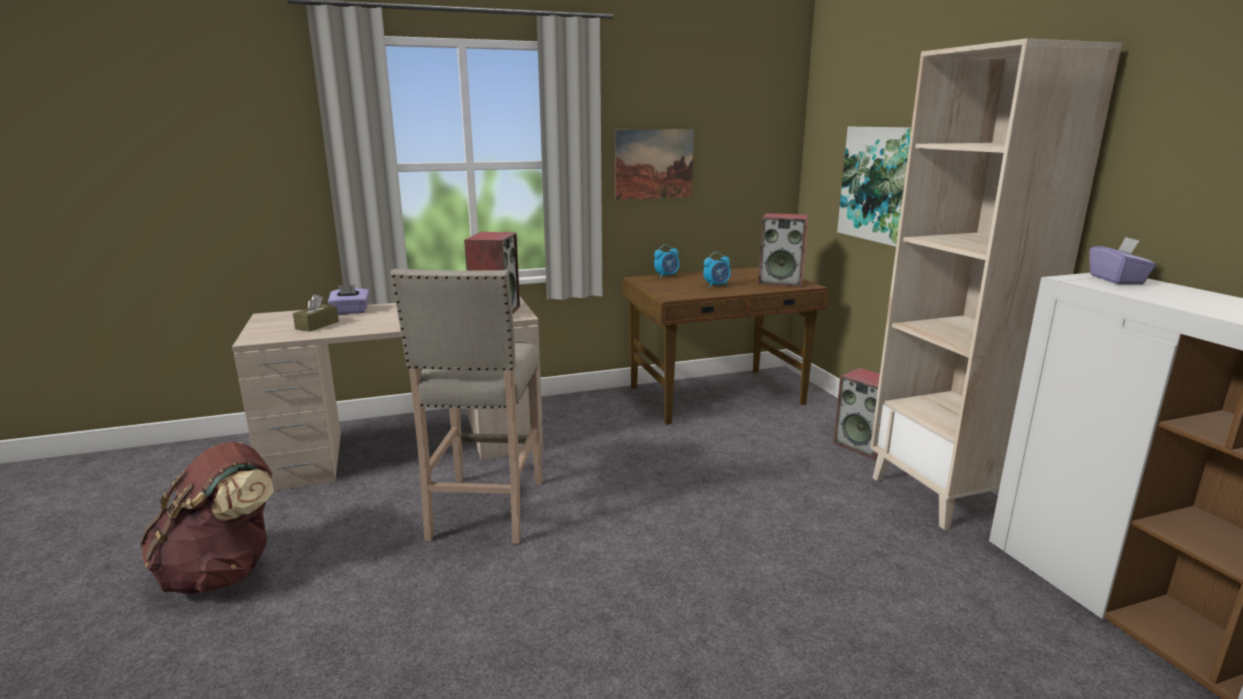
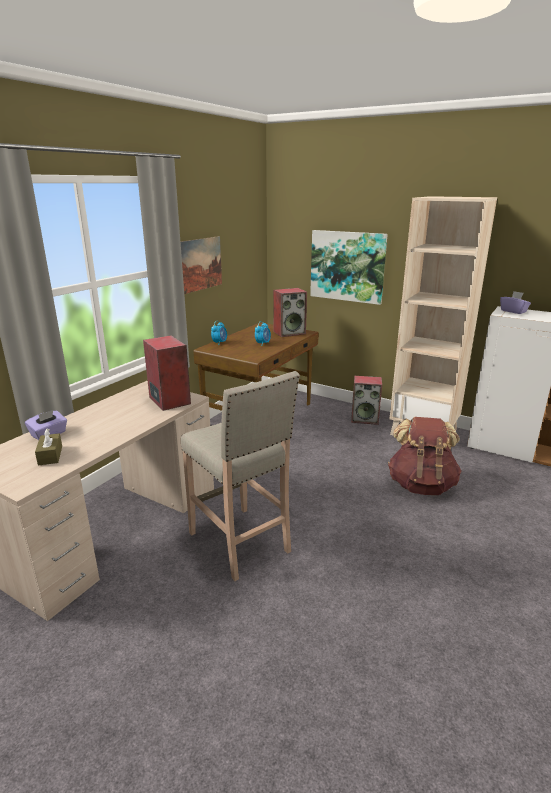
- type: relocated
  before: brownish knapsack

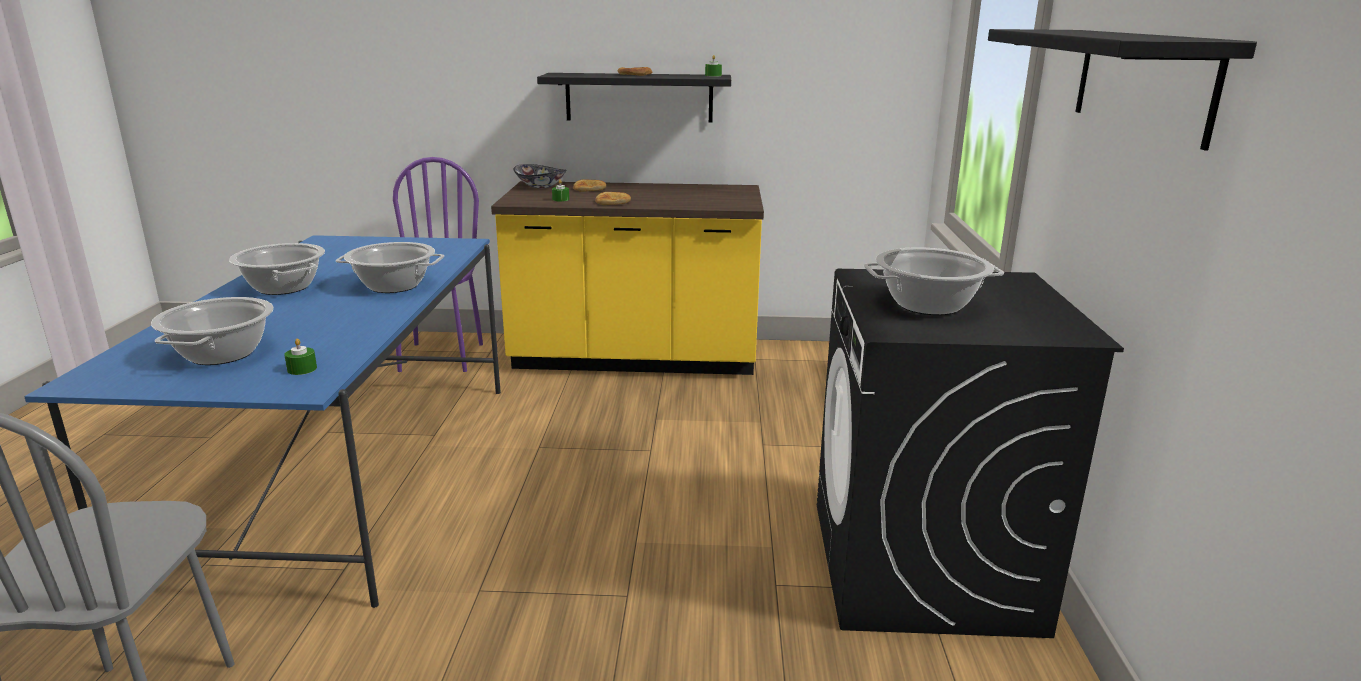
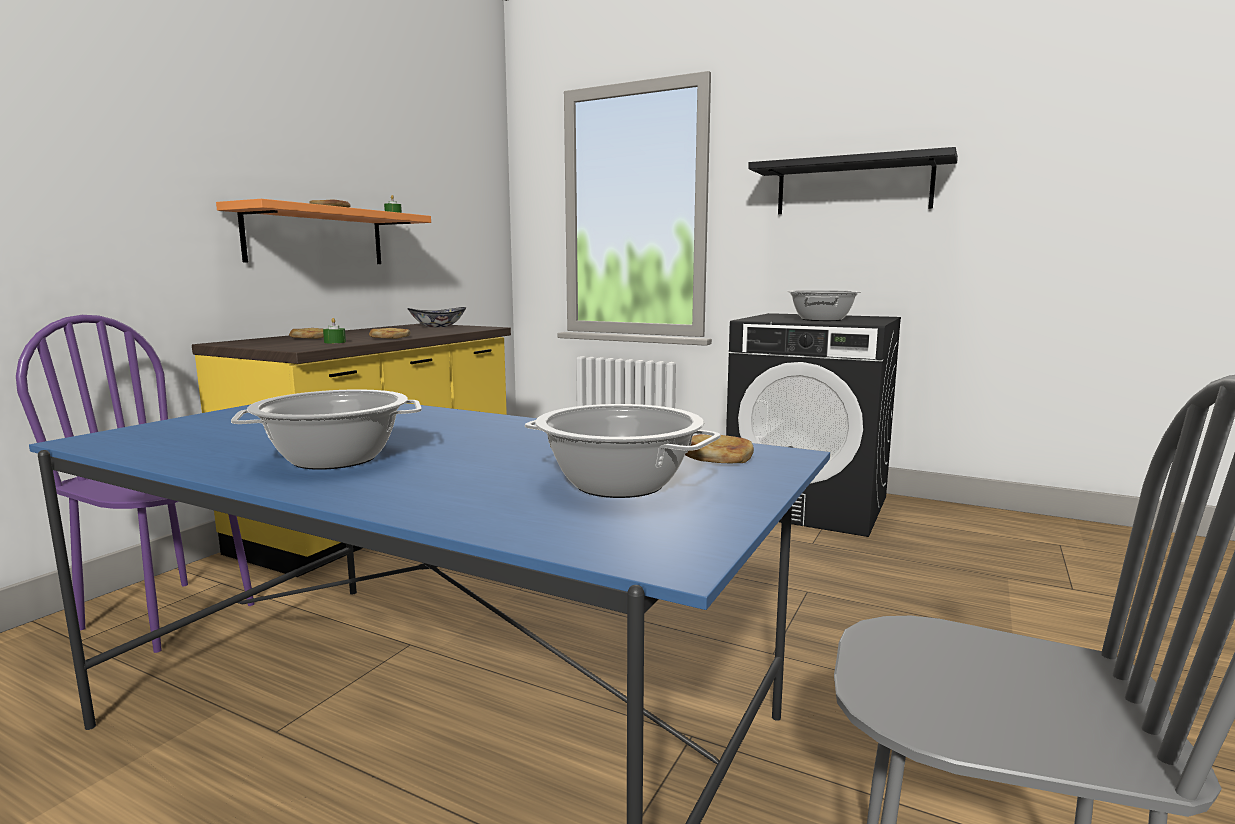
- type: colour
  before: black bracket shelf (no. 1 from left)
  after: orangey bracket shelf
- type: relocated
  before: deep dish
- type: missing
  before: stockpot (no. 3 from left)
- type: exchanged
  before: green-coloured candle (no. 1 from left)
  after: bakery bread (no. 4 from left)

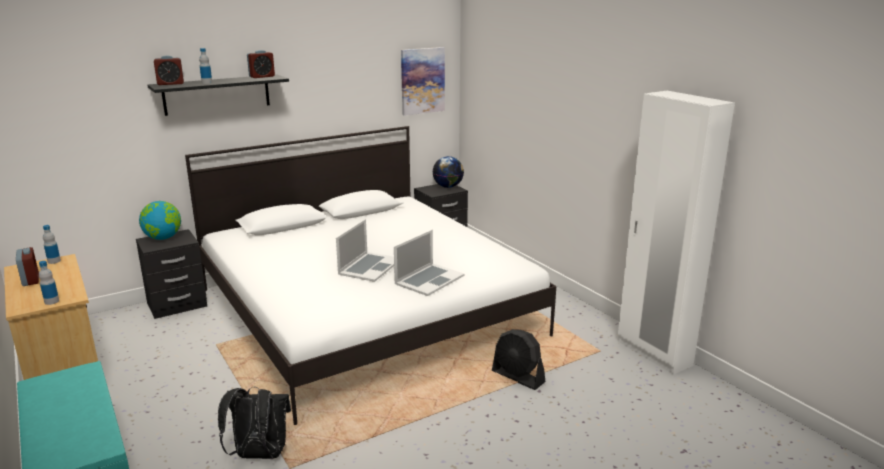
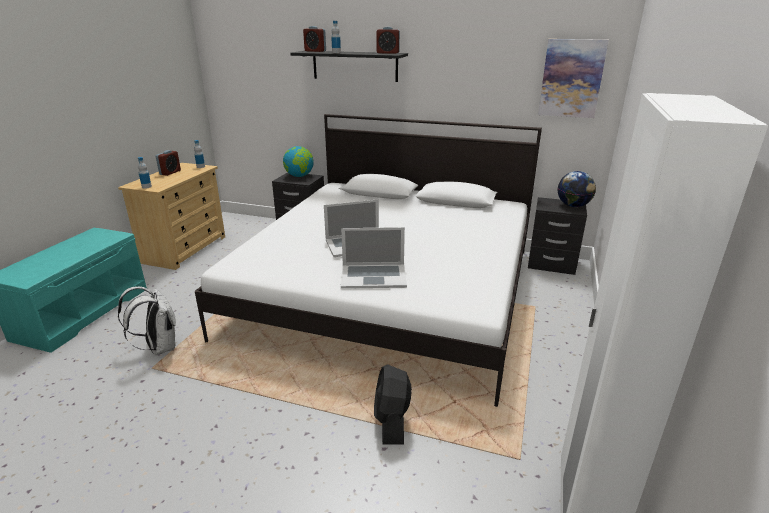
- type: colour
  before: black knapsack
  after: white-coloured knapsack

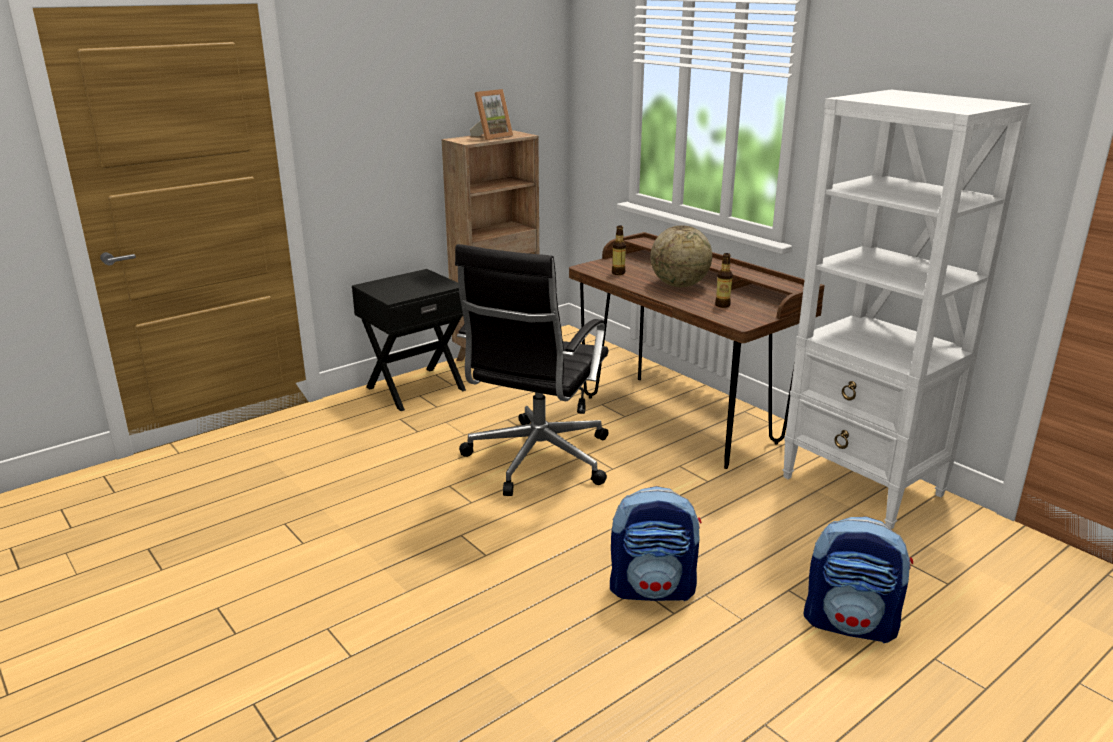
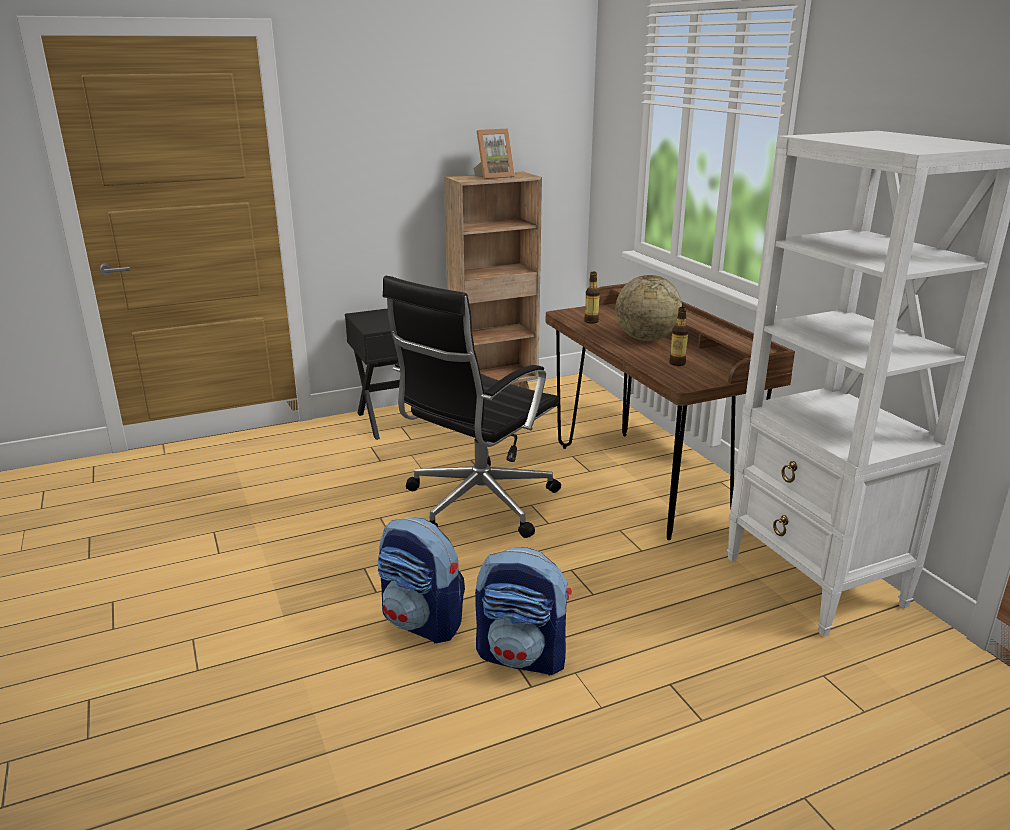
- type: relocated
  before: knapsack (no. 2 from left in the first image)
  after: knapsack (no. 1 from left)

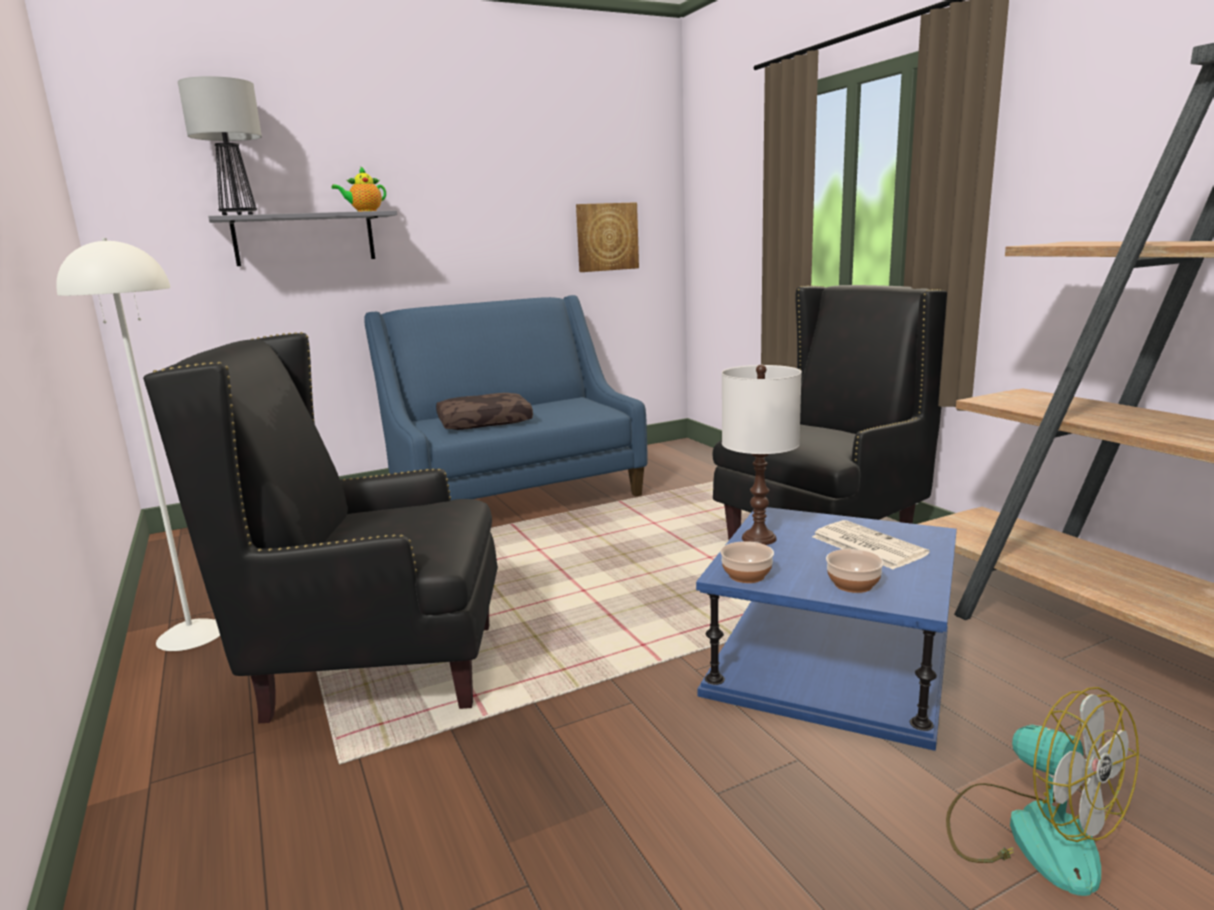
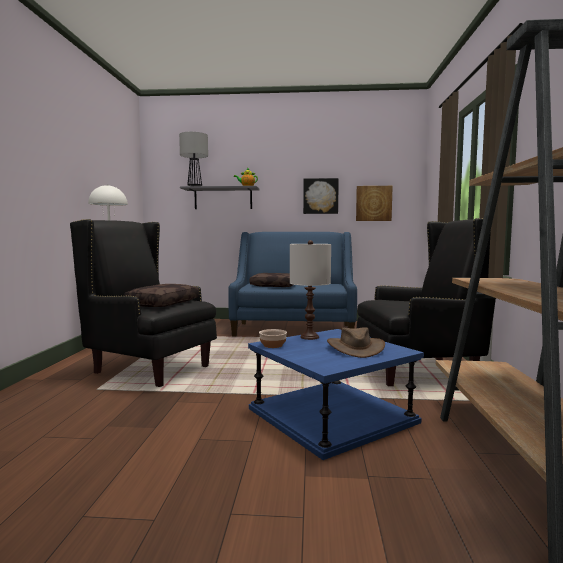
- type: exchanged
  before: newspaper
  after: brownish wearable hat
- type: missing
  before: deep dish (no. 2 from left)
- type: missing
  before: electric fan
- type: appeared
  after: picture (no. 1 from left)
- type: appeared
  after: brownish pillow (no. 1 from left)

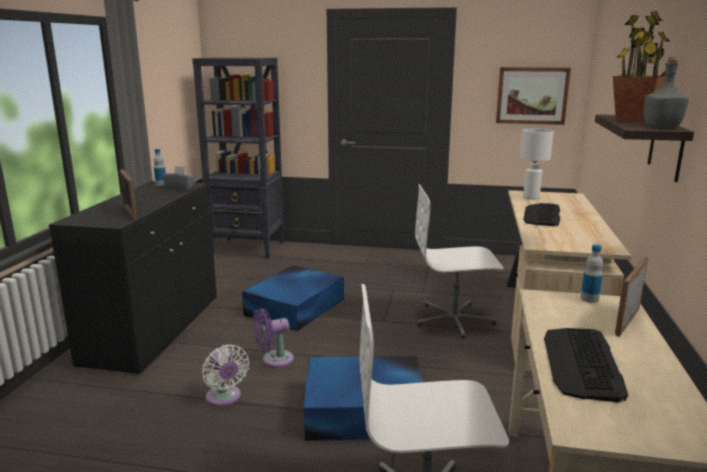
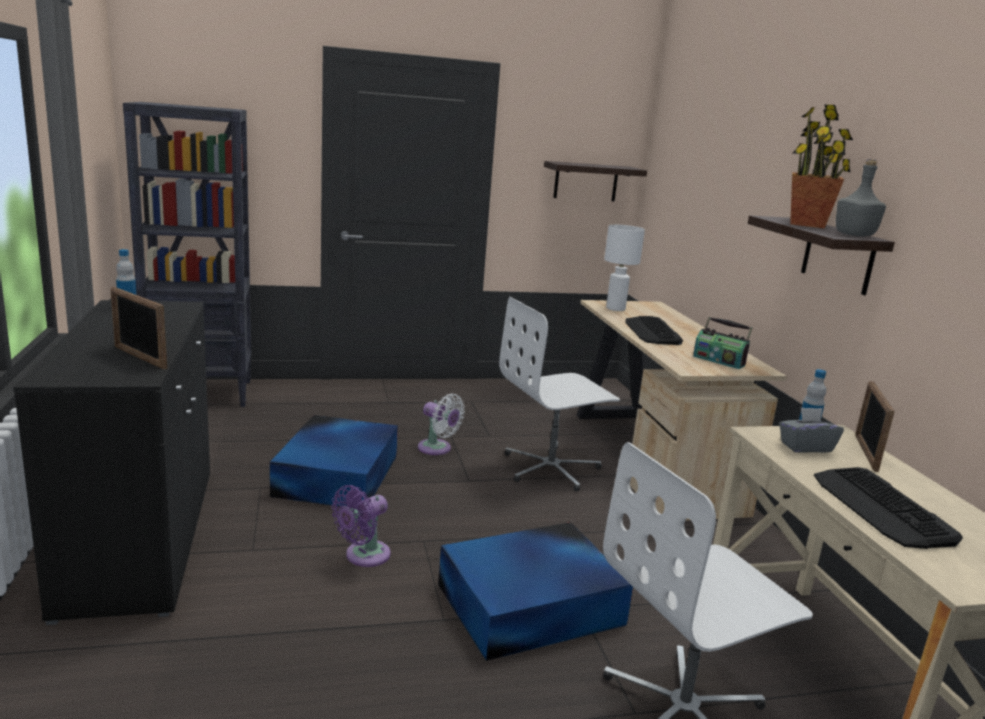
- type: exchanged
  before: picture
  after: bracket shelf (no. 1 from left)
- type: relocated
  before: gray tissue box
- type: relocated
  before: white-coloured electric fan
- type: appeared
  after: radio

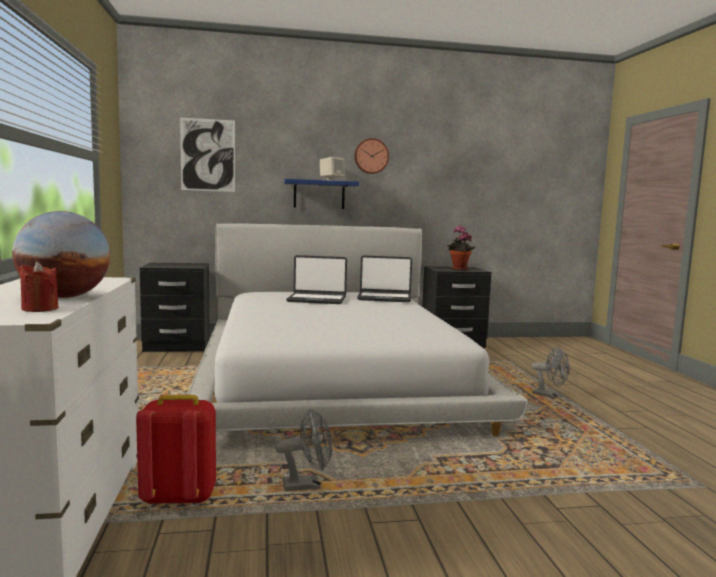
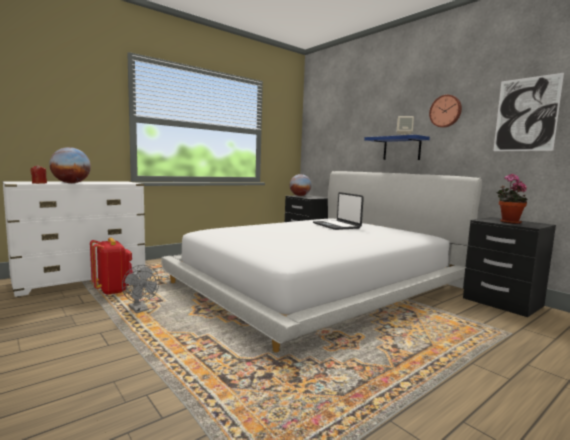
- type: relocated
  before: picture
- type: missing
  before: laptop (no. 2 from left)
- type: missing
  before: gray electric fan (no. 2 from left)
- type: appeared
  after: desk globe (no. 2 from left)

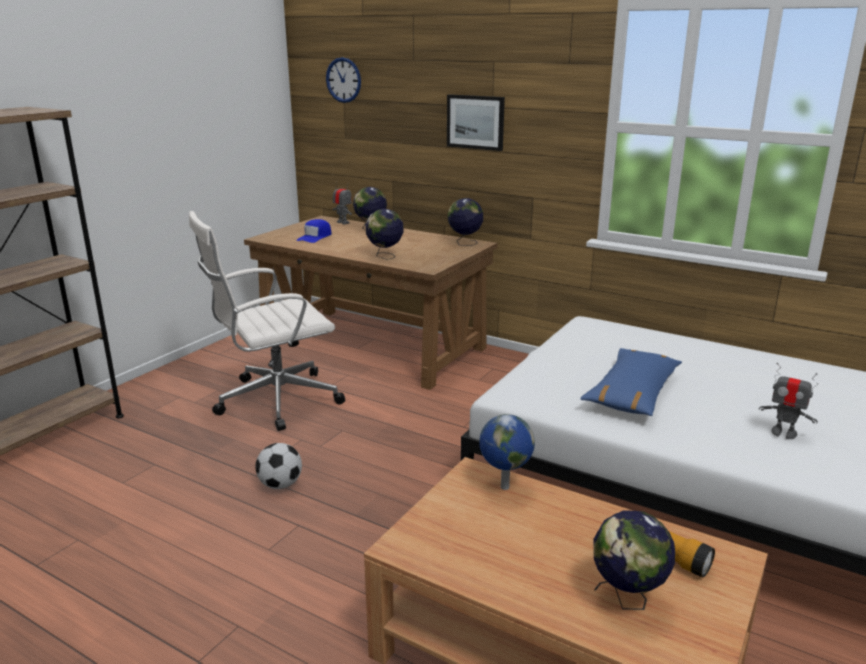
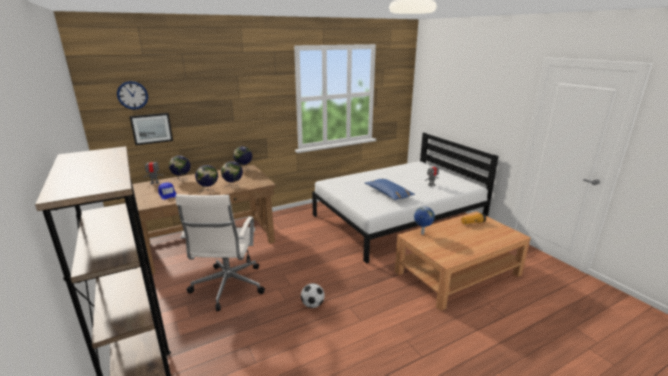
- type: relocated
  before: picture
- type: relocated
  before: desk globe (no. 5 from left in the first image)
  after: desk globe (no. 2 from left)

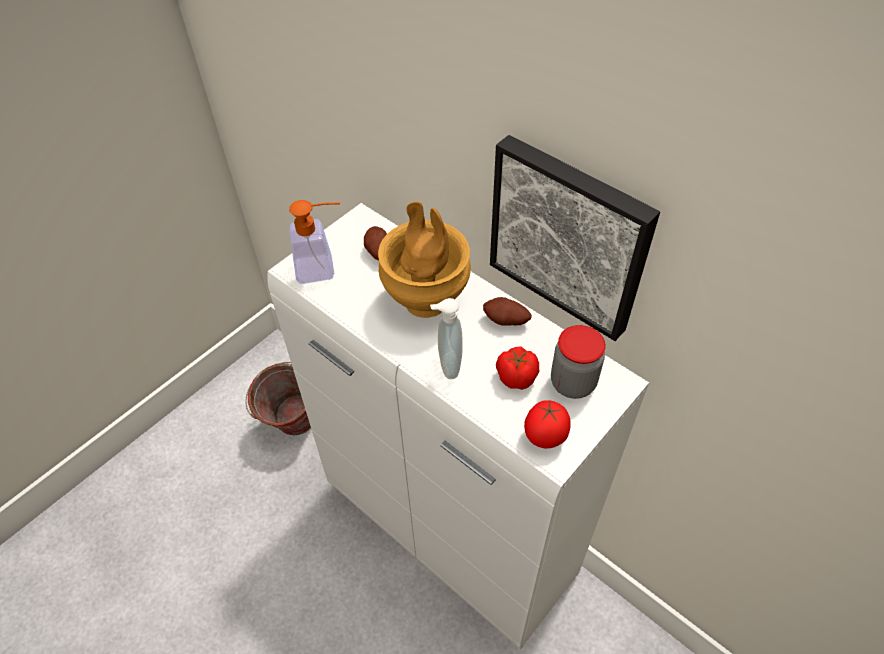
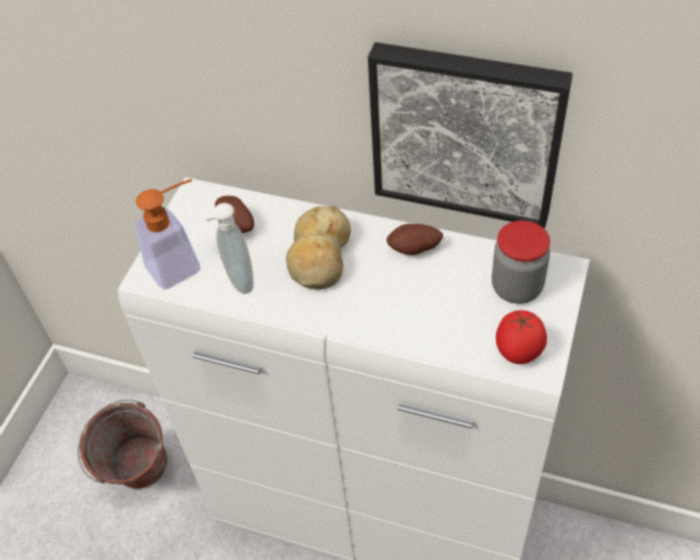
- type: exchanged
  before: brownish vase
  after: bakery bread
- type: relocated
  before: liquid soap bottle (no. 2 from left)
- type: missing
  before: fresh tomato (no. 1 from left)

